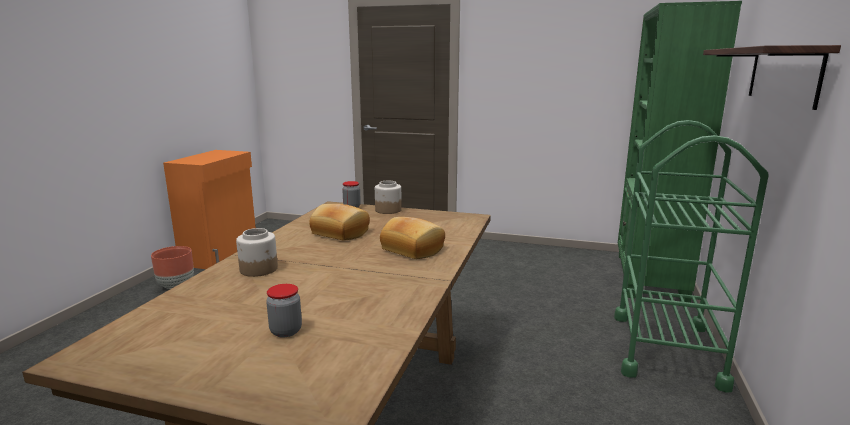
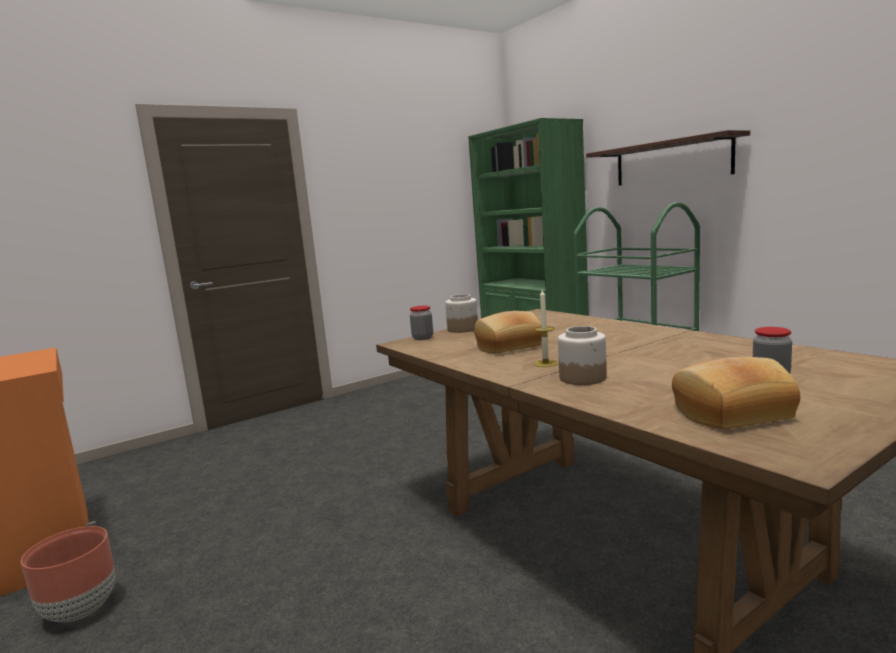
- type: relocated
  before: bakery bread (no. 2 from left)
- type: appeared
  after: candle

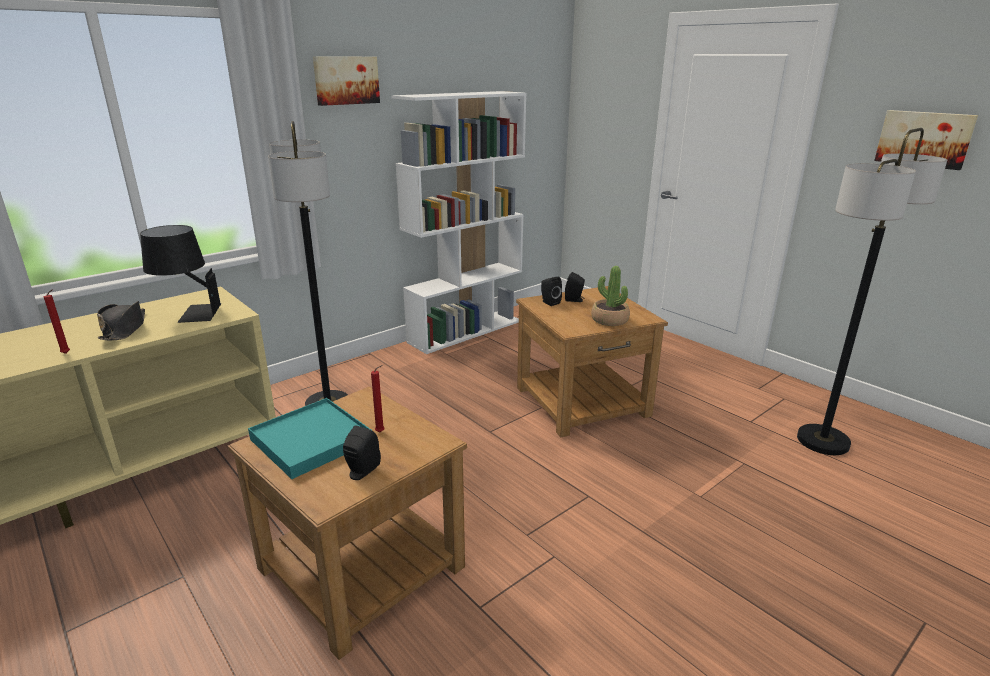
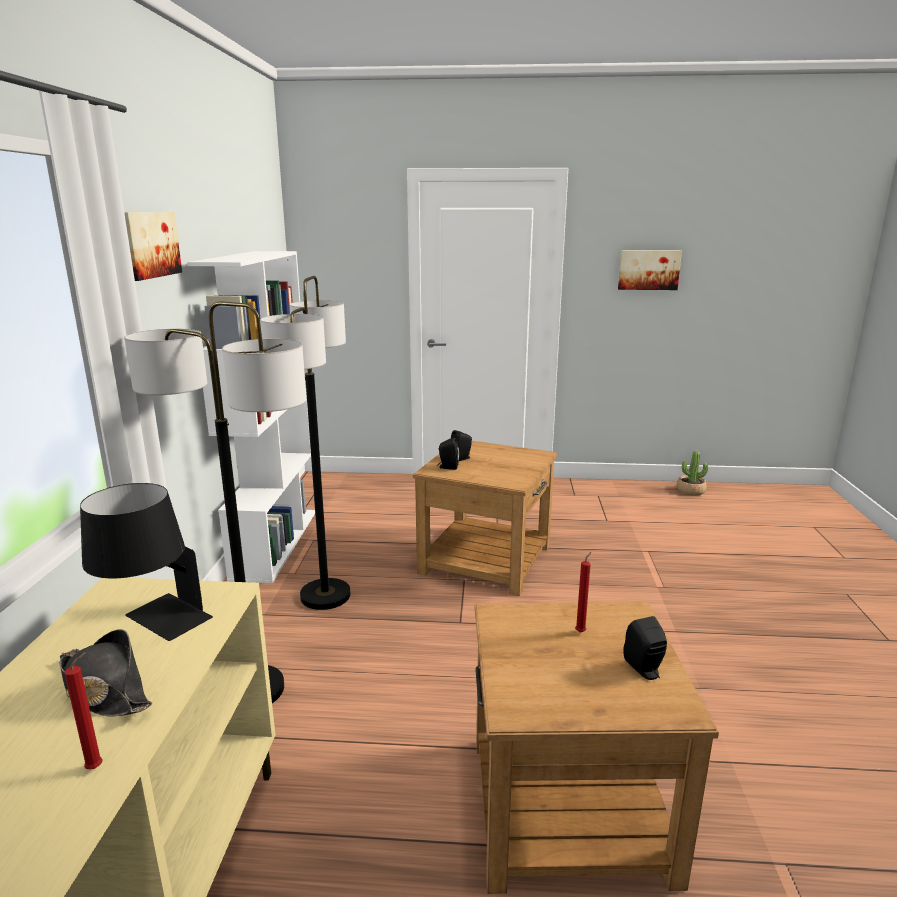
- type: relocated
  before: floor lamp (no. 2 from left)
- type: relocated
  before: houseplant
- type: missing
  before: turquoise tray

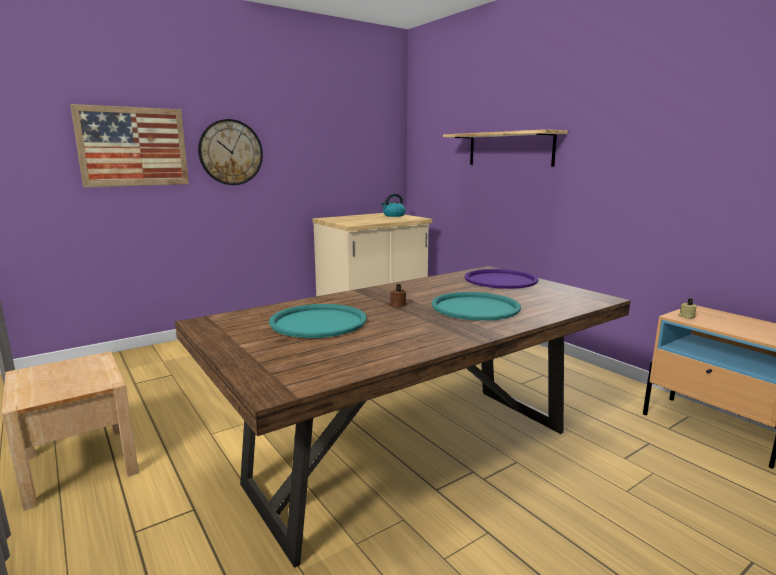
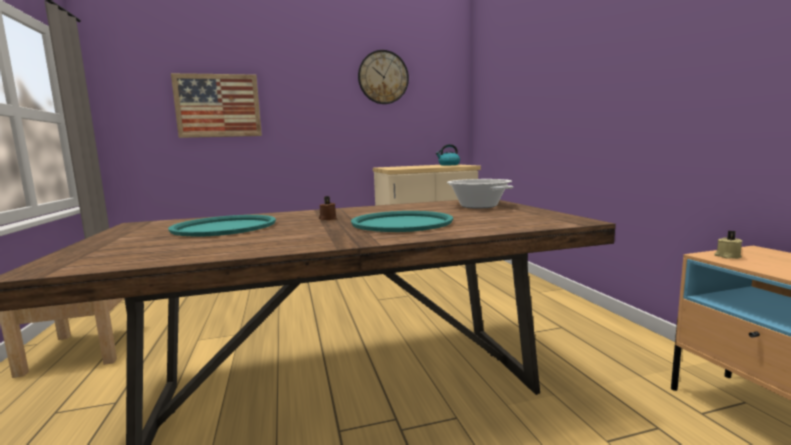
- type: relocated
  before: clock on the wall
- type: missing
  before: bracket shelf
- type: exchanged
  before: purplish tray
  after: stockpot

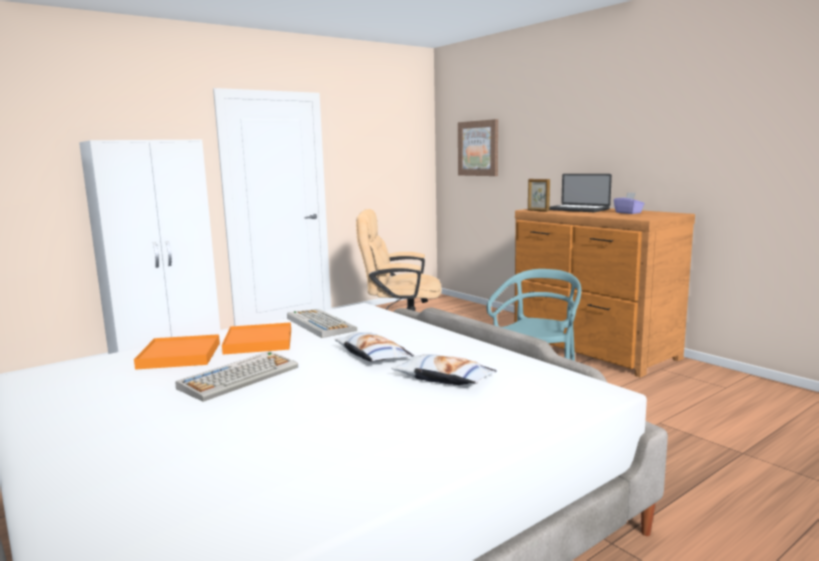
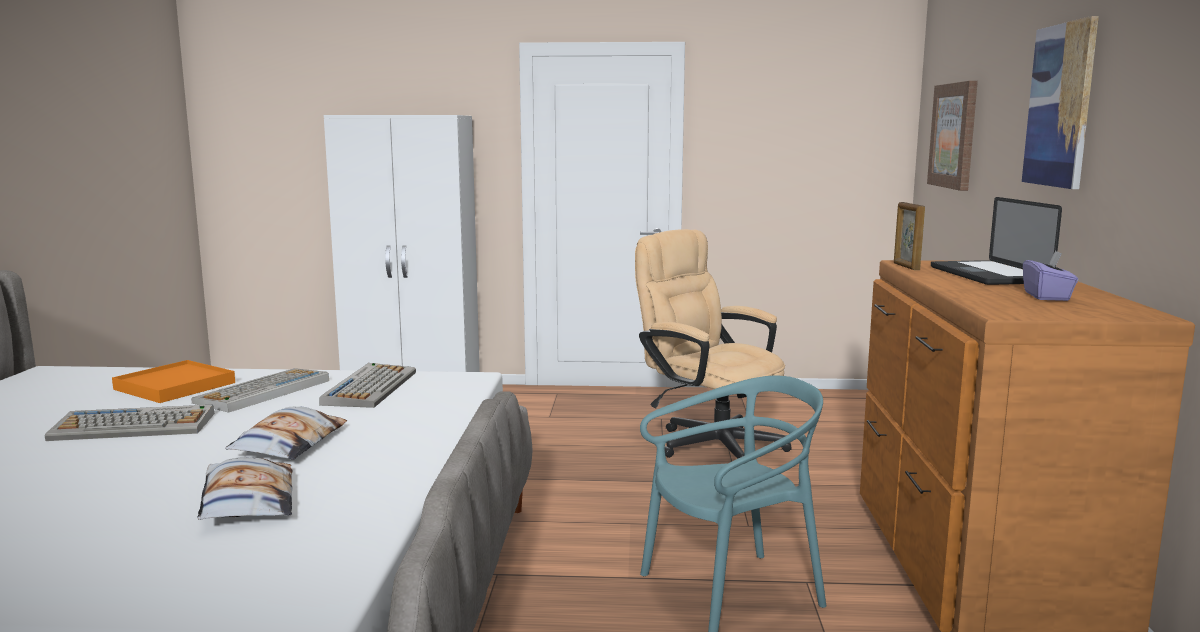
- type: exchanged
  before: orangey tray (no. 2 from left)
  after: keyboard (no. 2 from left)
- type: appeared
  after: picture (no. 2 from left)

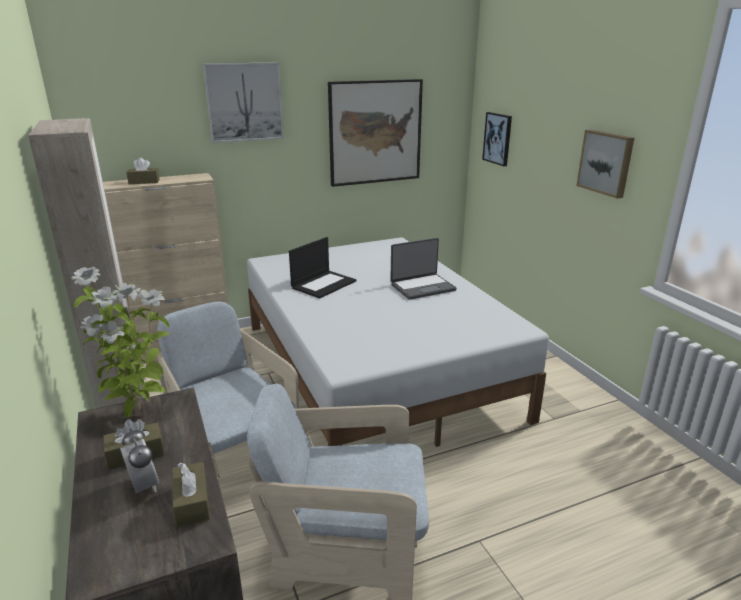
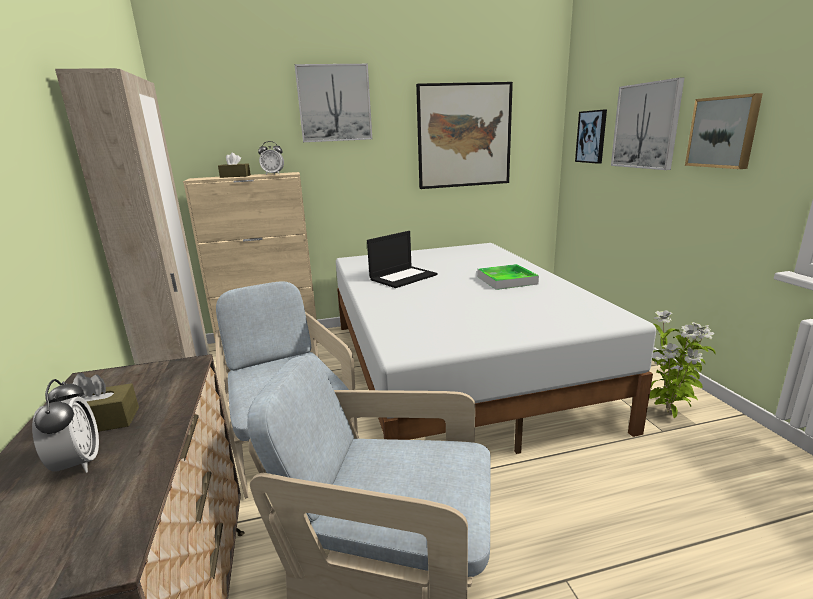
- type: exchanged
  before: laptop (no. 2 from left)
  after: tray
- type: relocated
  before: houseplant
- type: missing
  before: brownish tissue box (no. 3 from left)
- type: appeared
  after: picture (no. 4 from left)
- type: appeared
  after: bedside clock (no. 2 from left)

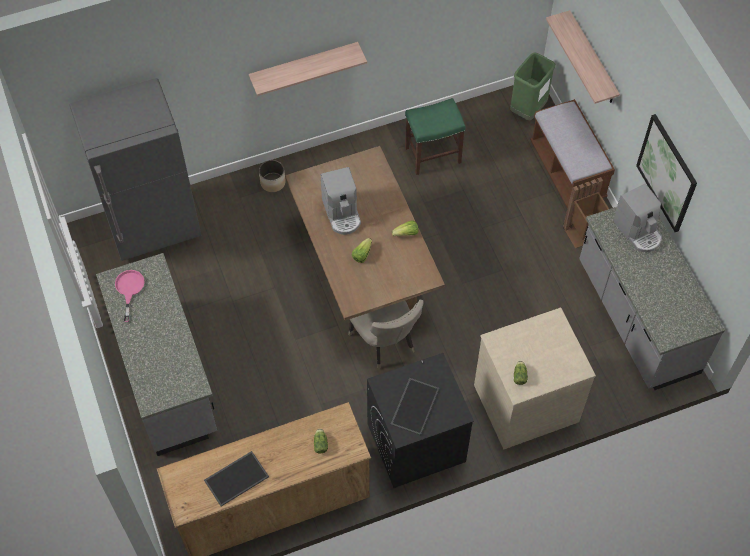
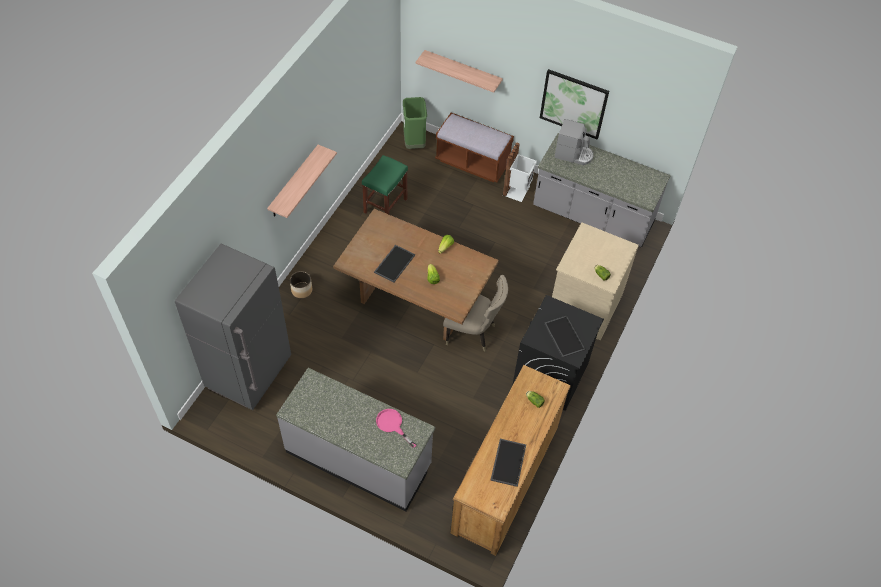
- type: exchanged
  before: coffee maker (no. 1 from left)
  after: tray (no. 1 from left)
- type: colour
  before: brownish rubbish bin
  after: white-coloured rubbish bin
- type: relocated
  before: pinkish skillet

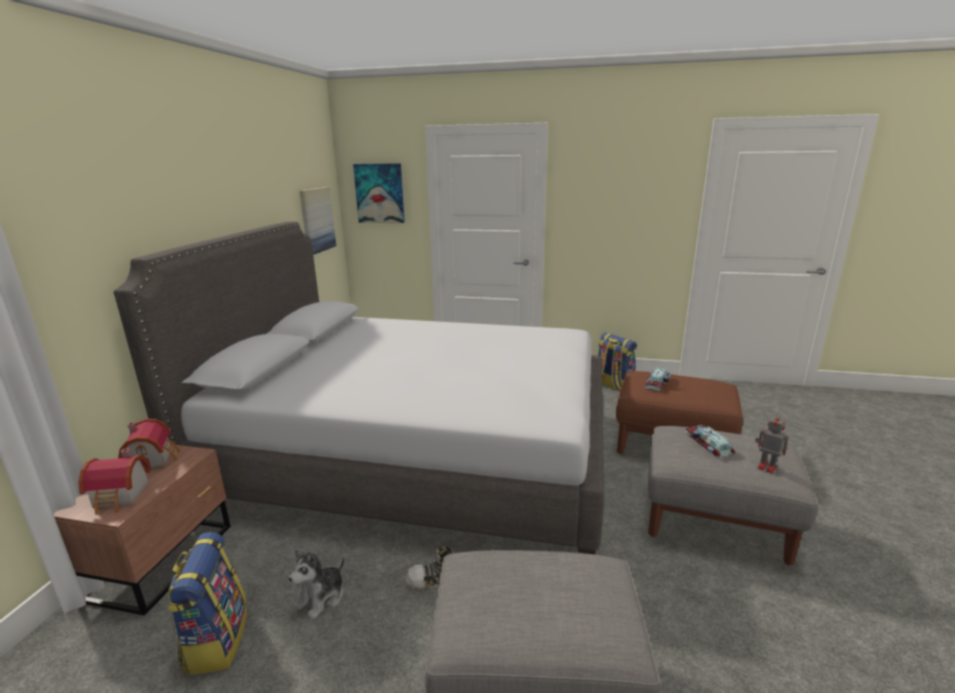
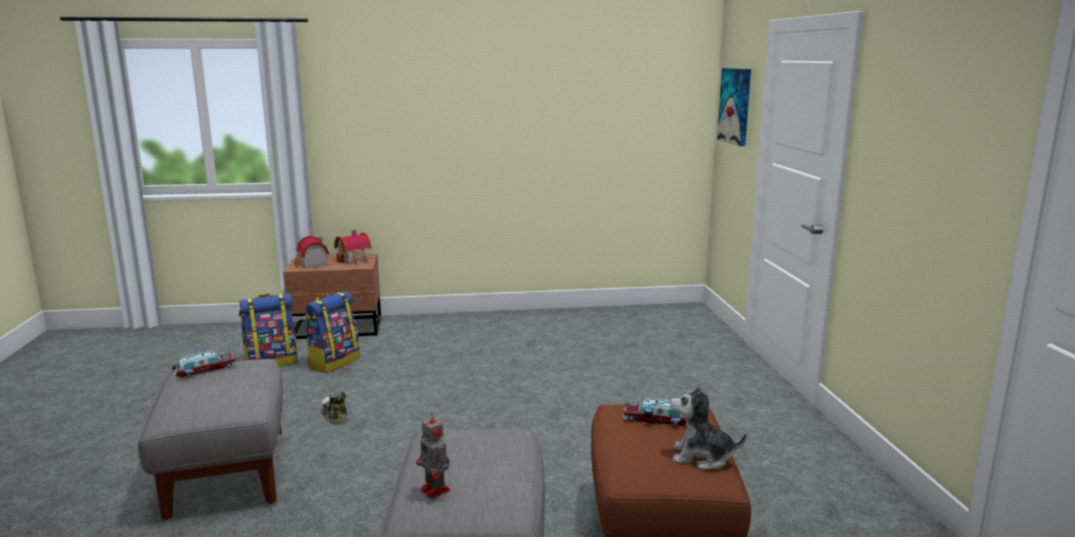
- type: missing
  before: picture (no. 1 from left)
- type: missing
  before: gray bedroom bed
- type: relocated
  before: knapsack (no. 2 from left)
- type: spun
  before: robot figure
  turn: 120
- type: relocated
  before: toy car (no. 2 from left in the first image)
  after: toy car (no. 1 from left)
- type: relocated
  before: soft toy

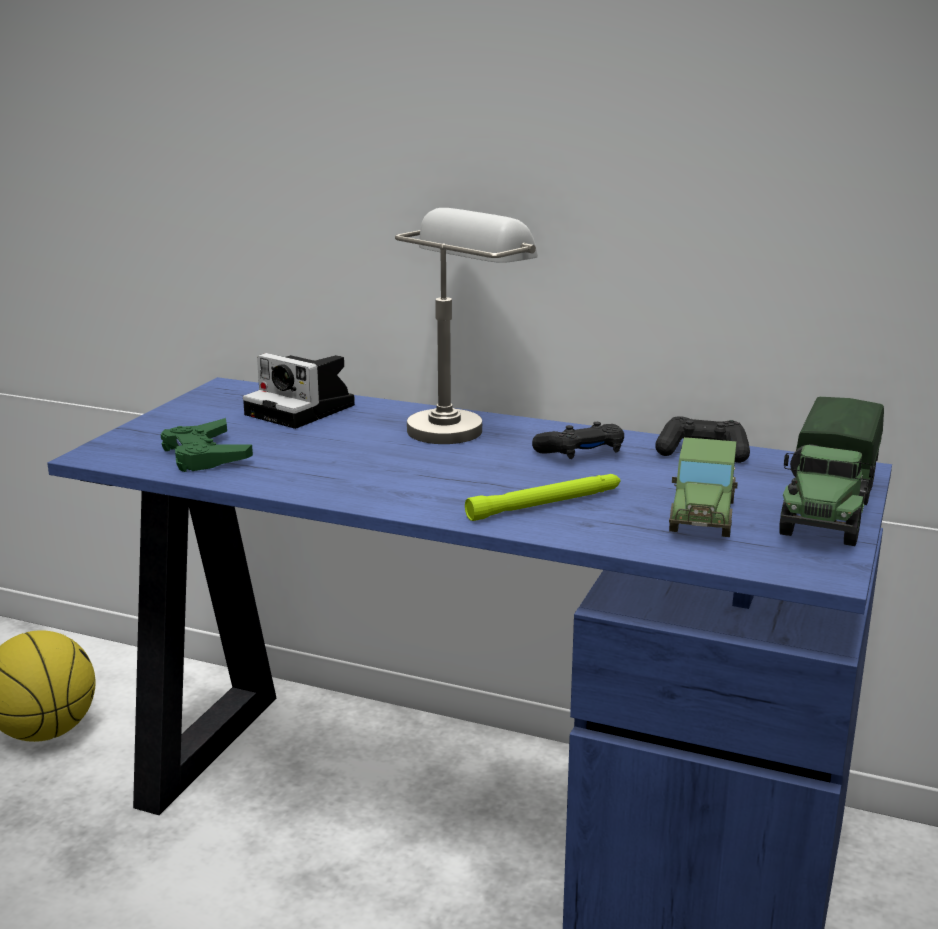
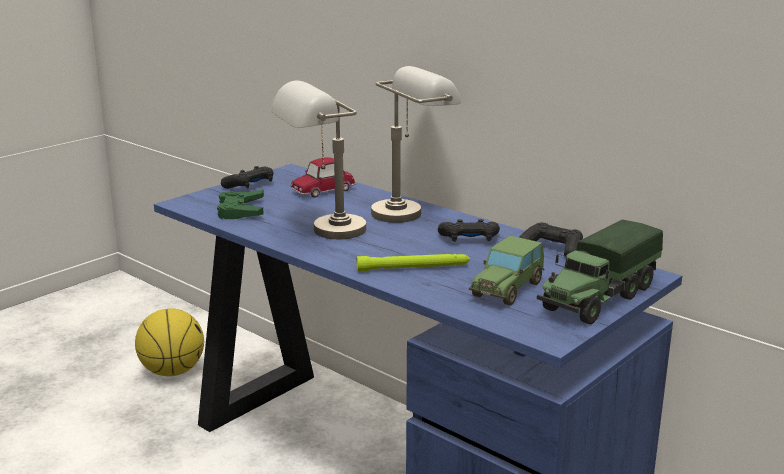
- type: exchanged
  before: still camera
  after: toy car (no. 1 from left)
- type: appeared
  after: gray tabletop lamp (no. 1 from left)
- type: appeared
  after: black gamepad (no. 1 from left)

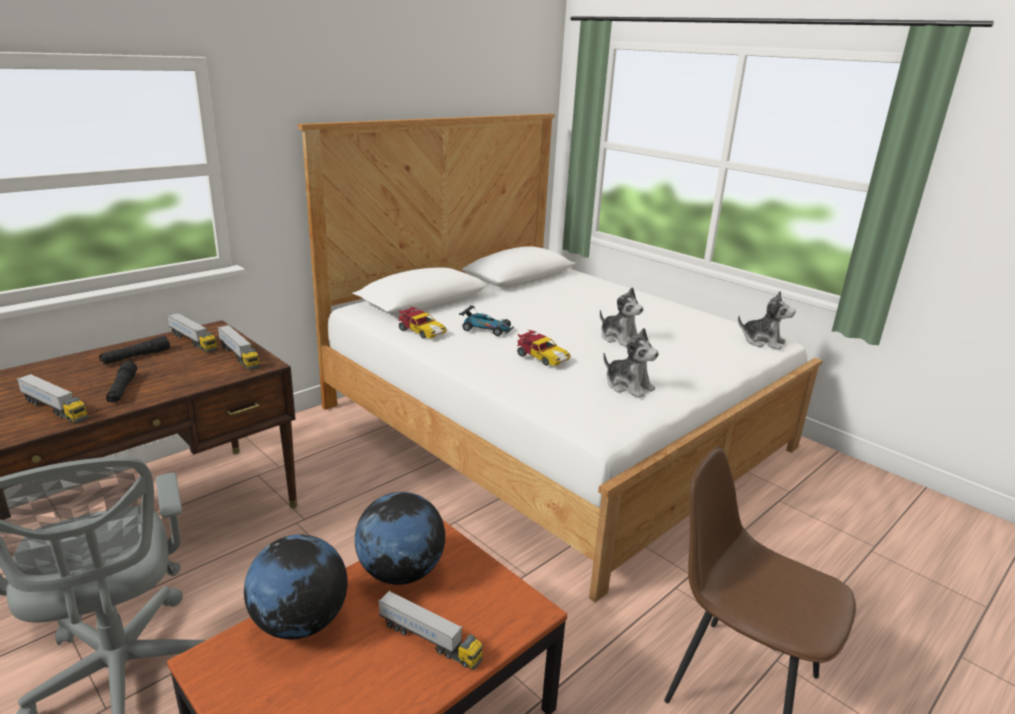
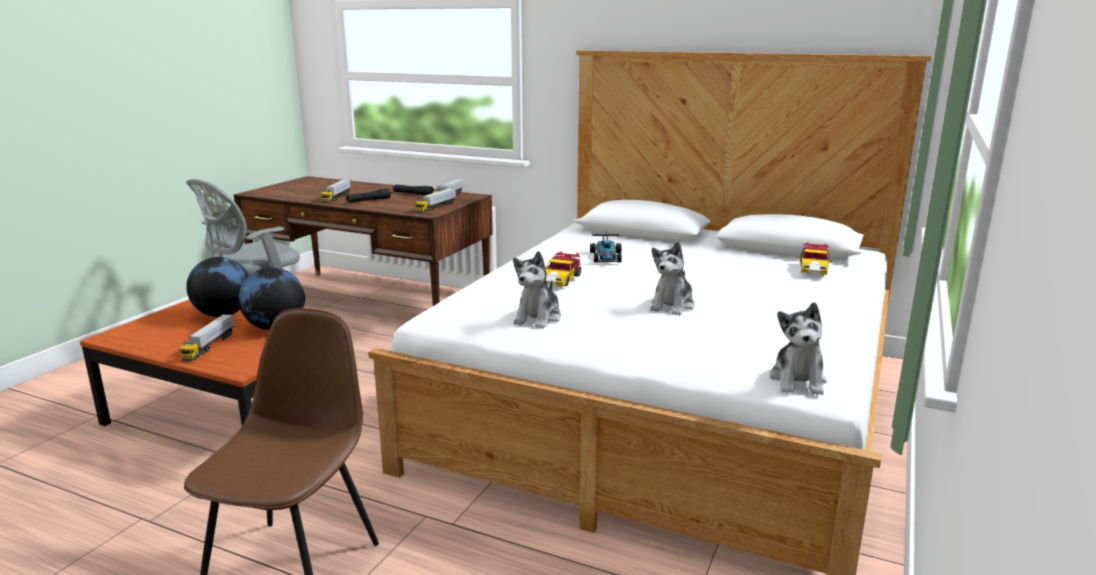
- type: relocated
  before: toy car (no. 1 from left in the first image)
  after: toy car (no. 3 from left)

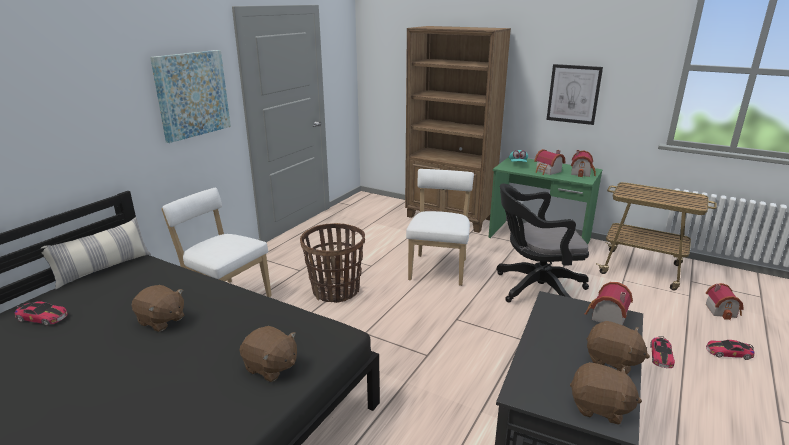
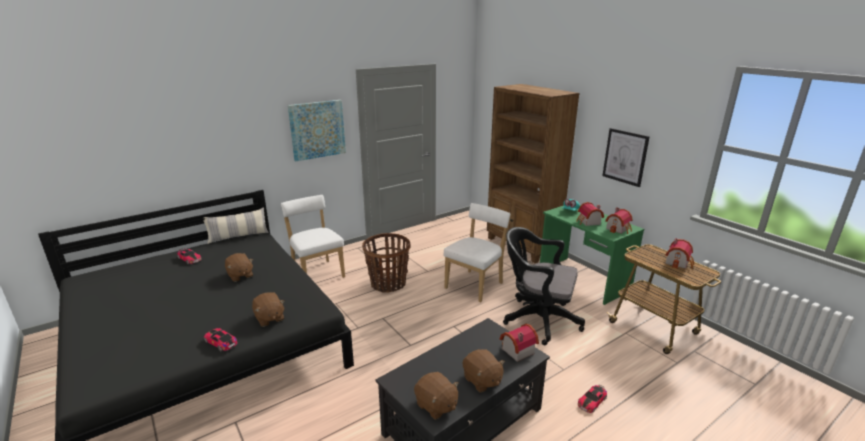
- type: relocated
  before: miniature house (no. 4 from left)
- type: relocated
  before: toy car (no. 3 from left in the first image)
  after: toy car (no. 2 from left)

